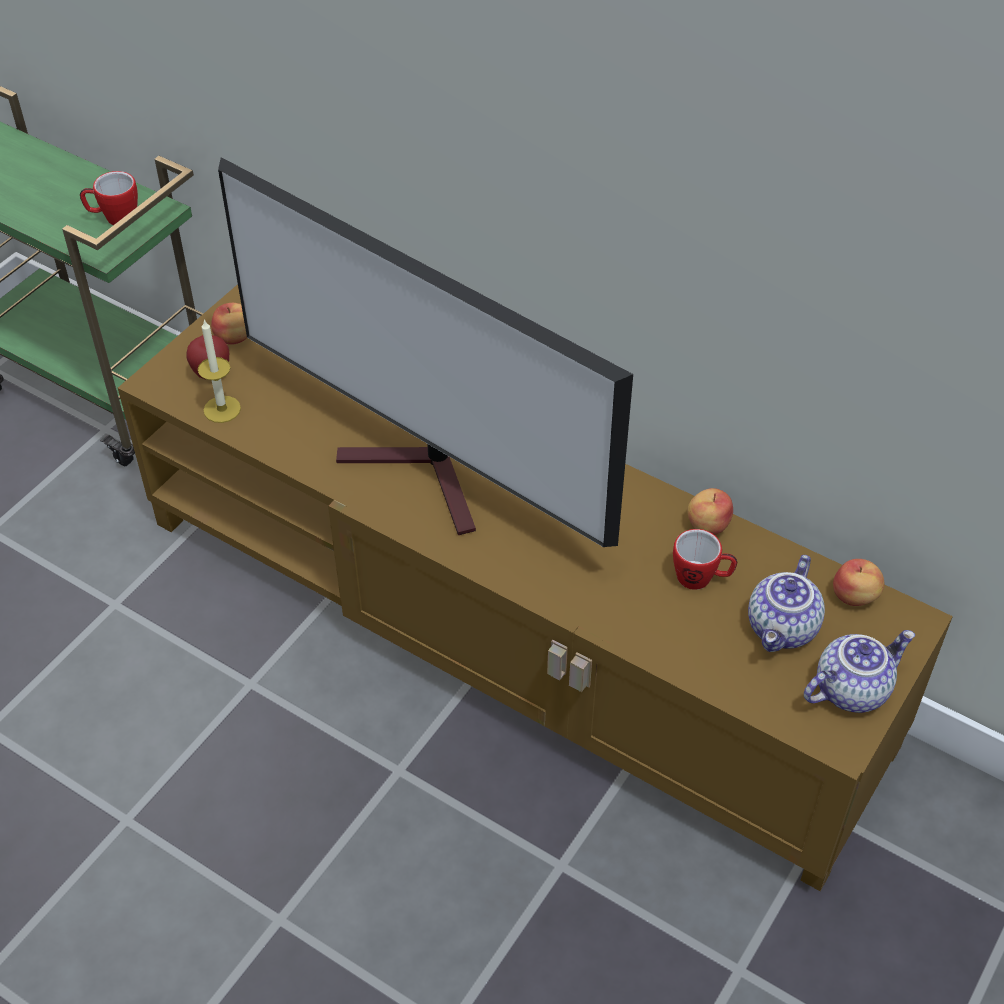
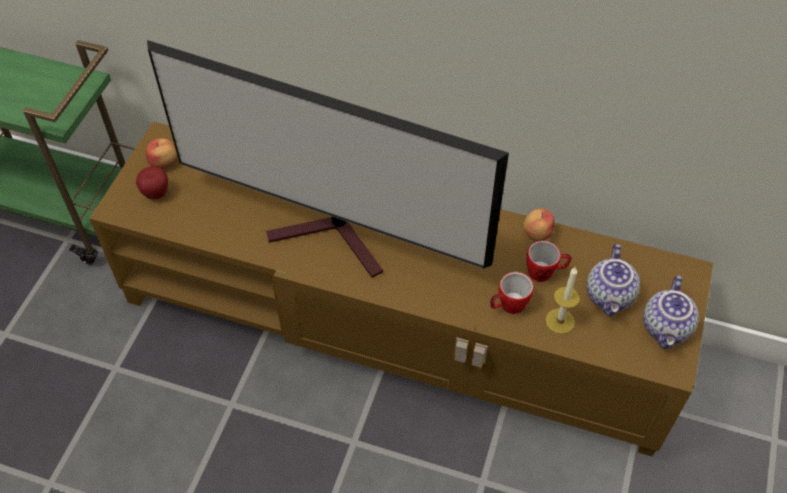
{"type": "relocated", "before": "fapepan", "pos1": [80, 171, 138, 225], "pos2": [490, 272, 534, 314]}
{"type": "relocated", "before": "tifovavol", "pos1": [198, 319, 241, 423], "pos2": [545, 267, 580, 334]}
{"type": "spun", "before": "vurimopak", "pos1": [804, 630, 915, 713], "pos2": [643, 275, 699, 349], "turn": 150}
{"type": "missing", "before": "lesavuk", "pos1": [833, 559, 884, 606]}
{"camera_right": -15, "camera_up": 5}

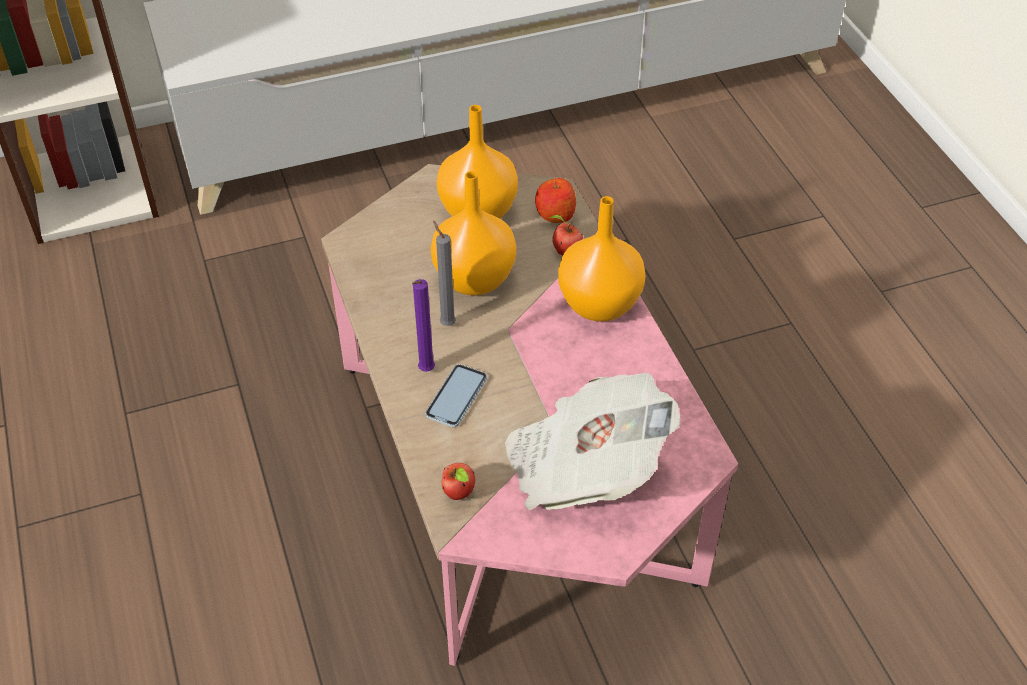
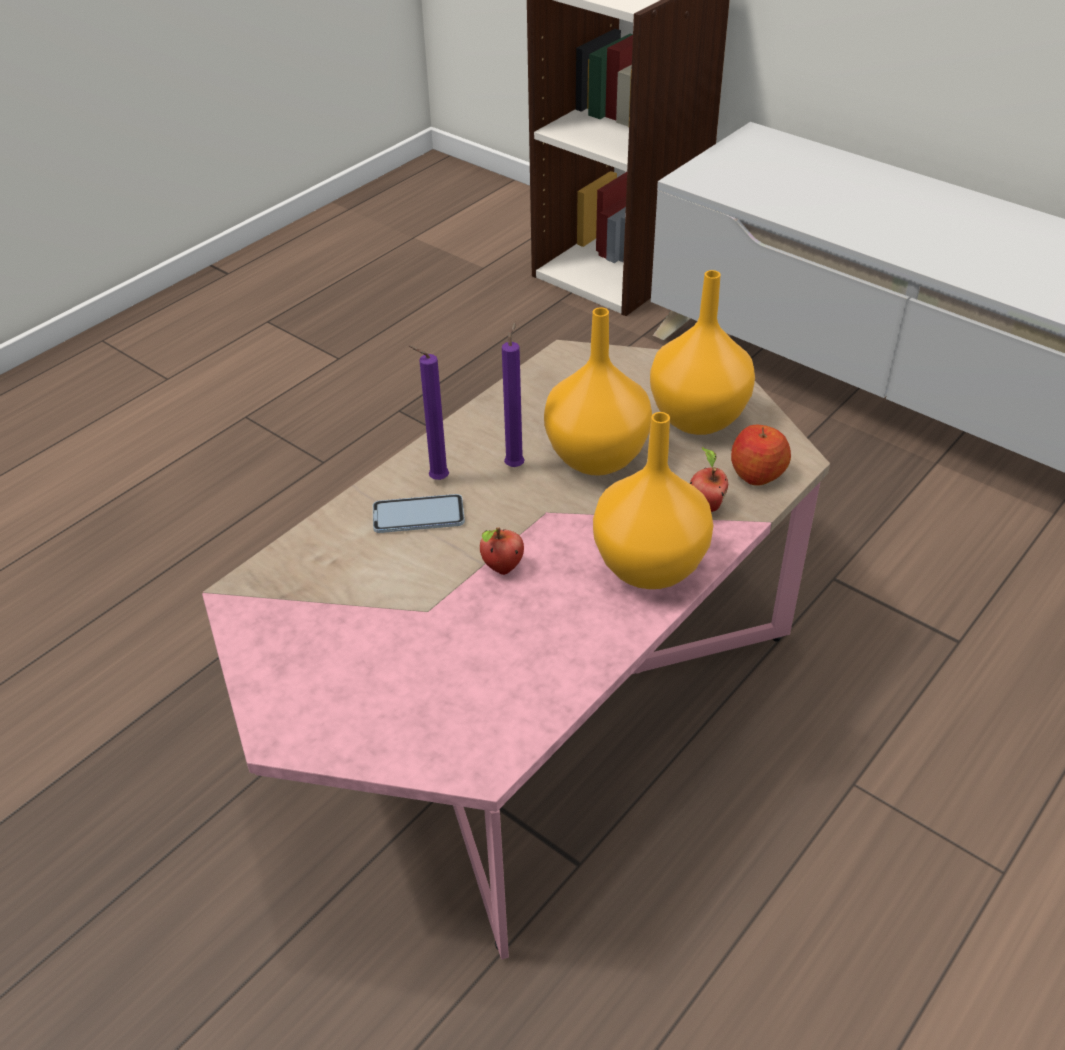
{"type": "relocated", "before": "lesavuk", "pos1": [442, 463, 475, 500], "pos2": [480, 527, 524, 575]}
{"type": "colour", "before": "grey_tifovavol", "after": "purple_tifovavol", "pos1": [433, 220, 456, 326], "pos2": [502, 322, 525, 467]}
{"type": "missing", "before": "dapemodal", "pos1": [505, 373, 680, 510]}
{"camera_right": 60, "camera_up": -5}

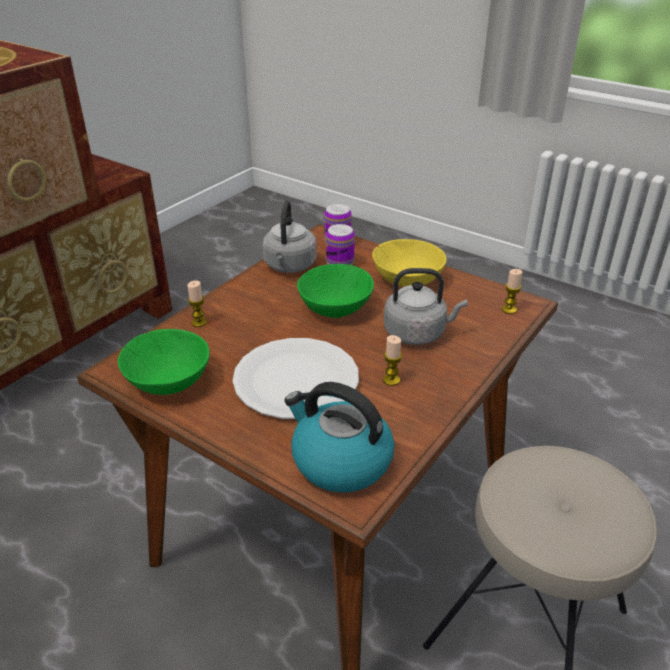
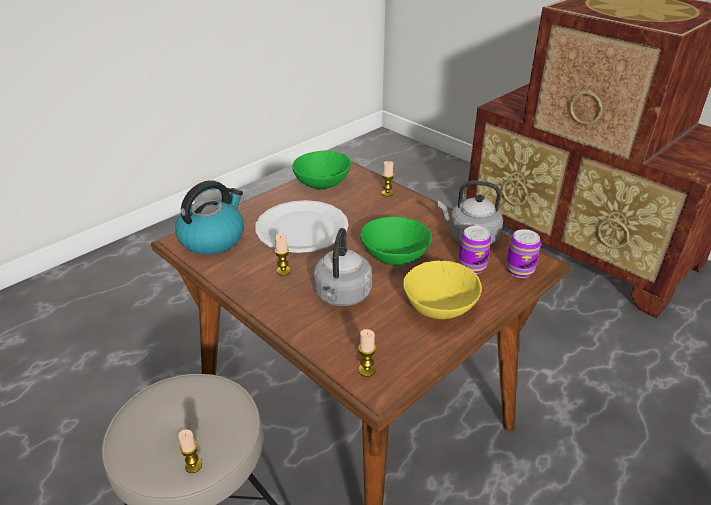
{"type": "appeared", "after": "tifovavol", "pos2": [178, 429, 202, 473]}
{"camera_right": 100, "camera_up": 0}

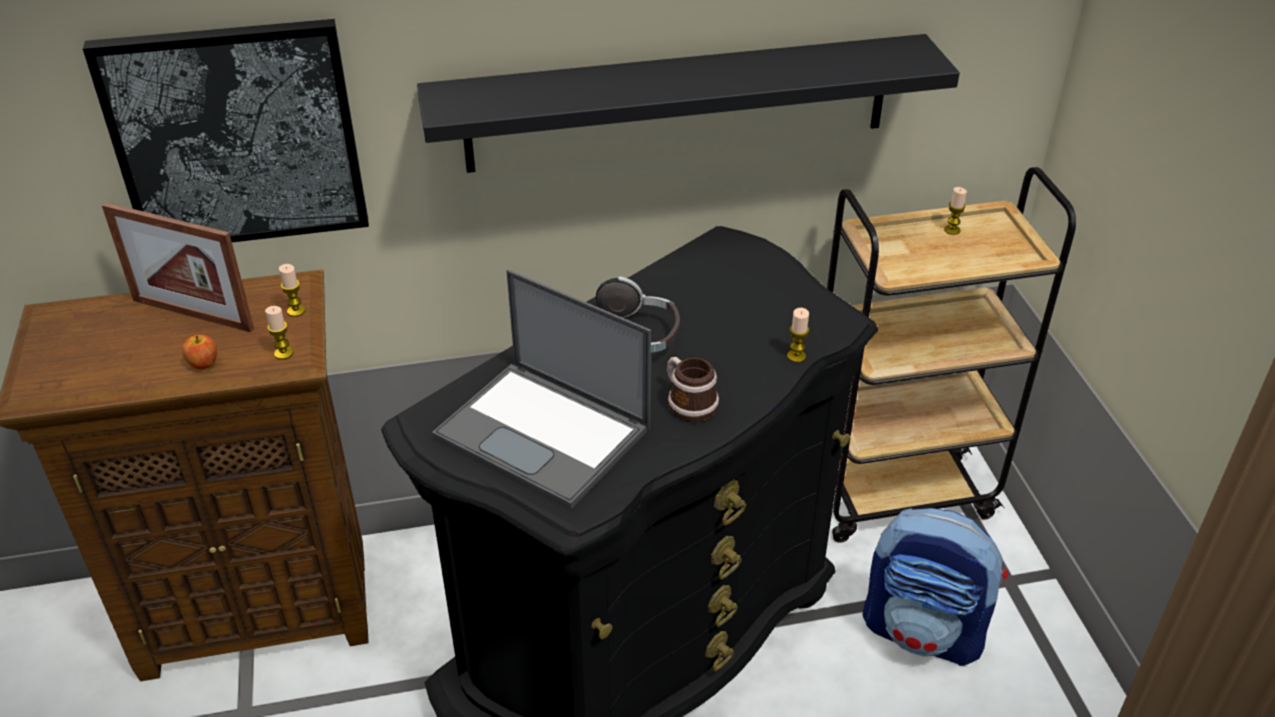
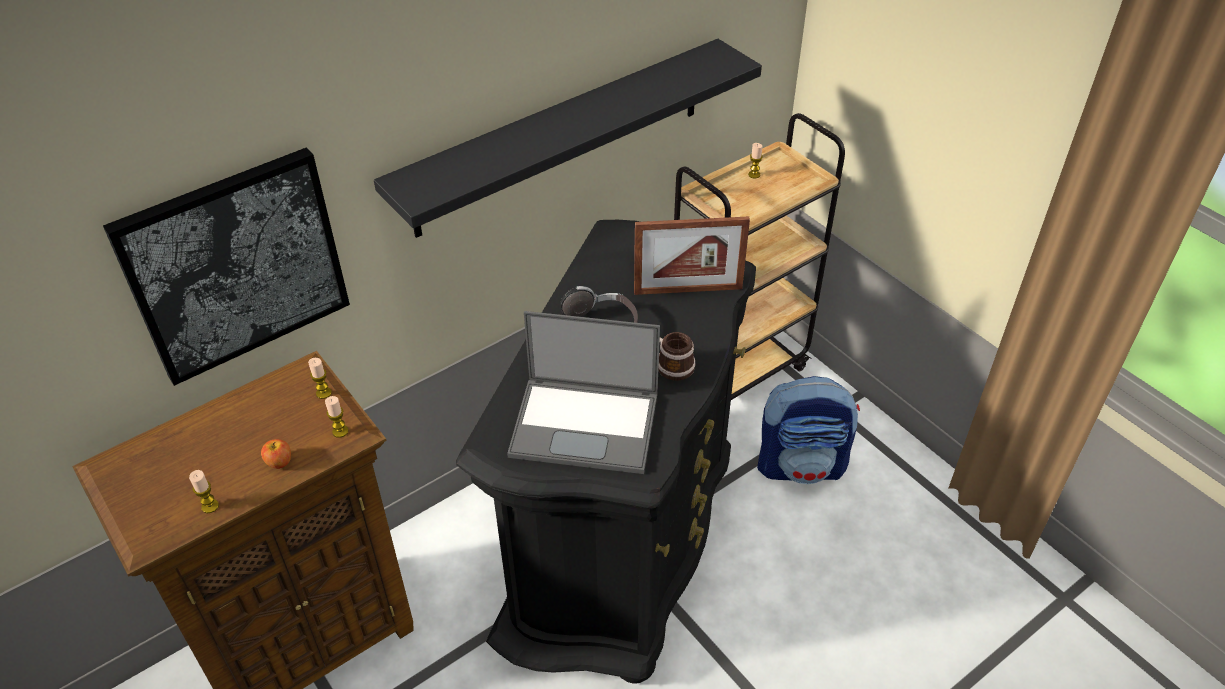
{"type": "relocated", "before": "tifovavol", "pos1": [787, 308, 809, 363], "pos2": [189, 470, 219, 513]}
{"type": "relocated", "before": "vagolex", "pos1": [102, 202, 254, 332], "pos2": [634, 216, 750, 295]}
{"camera_right": -25, "camera_up": 5}

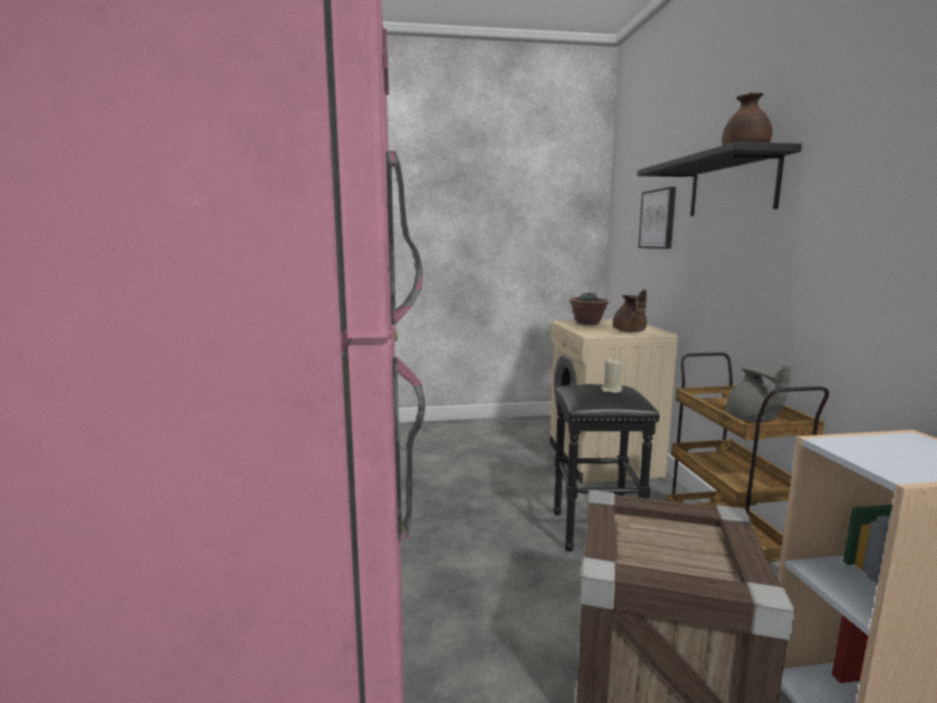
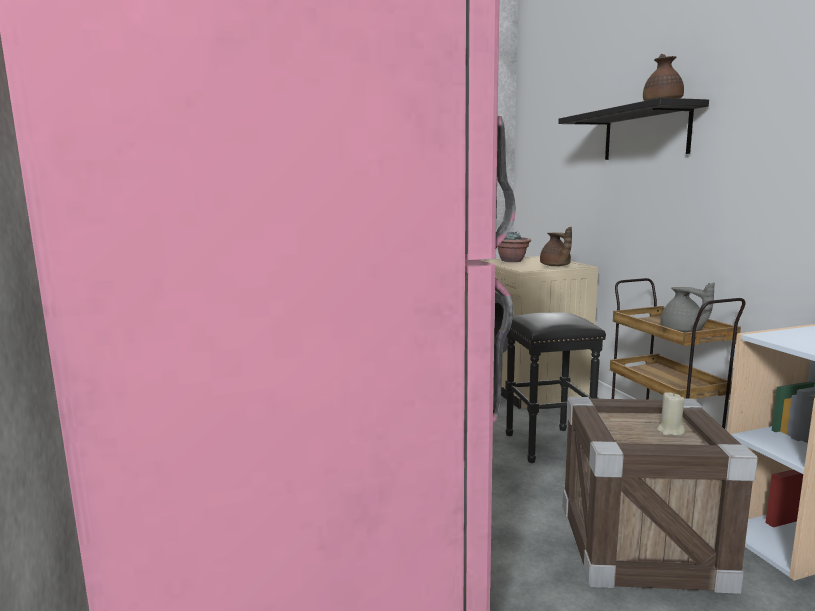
{"type": "relocated", "before": "beige_tifovavol", "pos1": [601, 358, 622, 393], "pos2": [657, 392, 685, 436]}
{"type": "missing", "before": "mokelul", "pos1": [638, 187, 676, 249]}
{"camera_right": -10, "camera_up": 0}

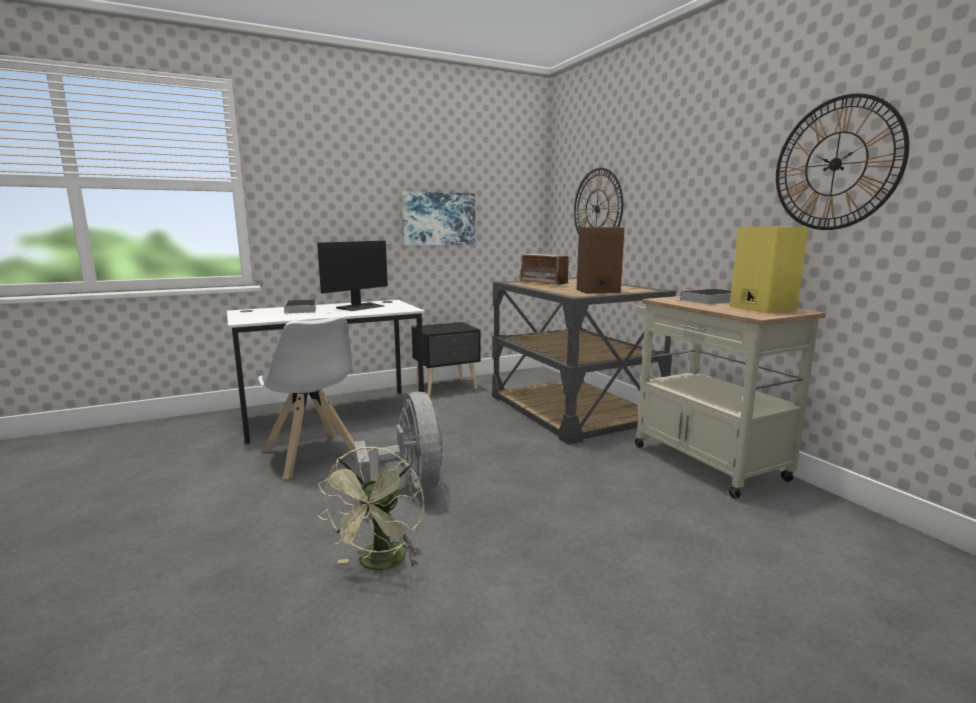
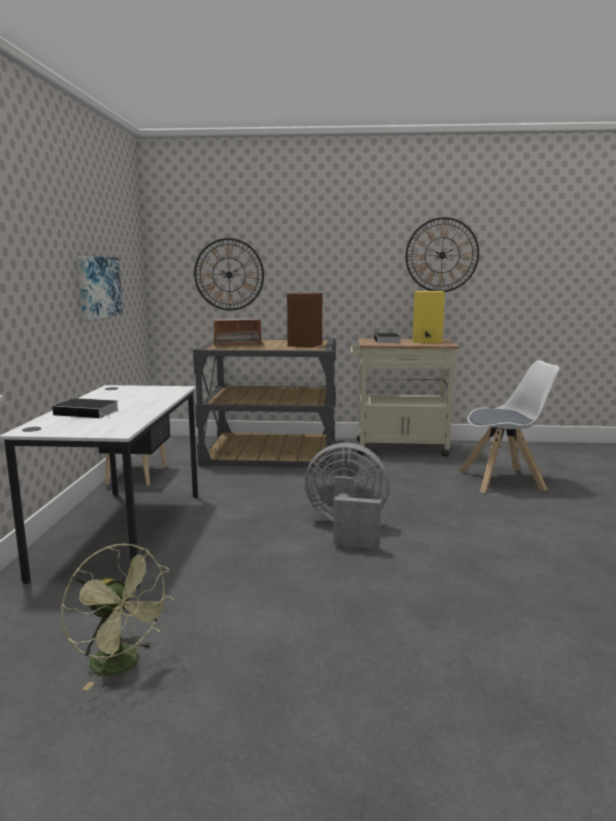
{"type": "relocated", "before": "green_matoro", "pos1": [317, 446, 424, 571], "pos2": [61, 544, 173, 690]}
{"type": "relocated", "before": "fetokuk", "pos1": [258, 316, 355, 479], "pos2": [458, 360, 560, 493]}
{"type": "missing", "before": "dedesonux", "pos1": [317, 241, 388, 311]}
{"camera_right": -60, "camera_up": 0}

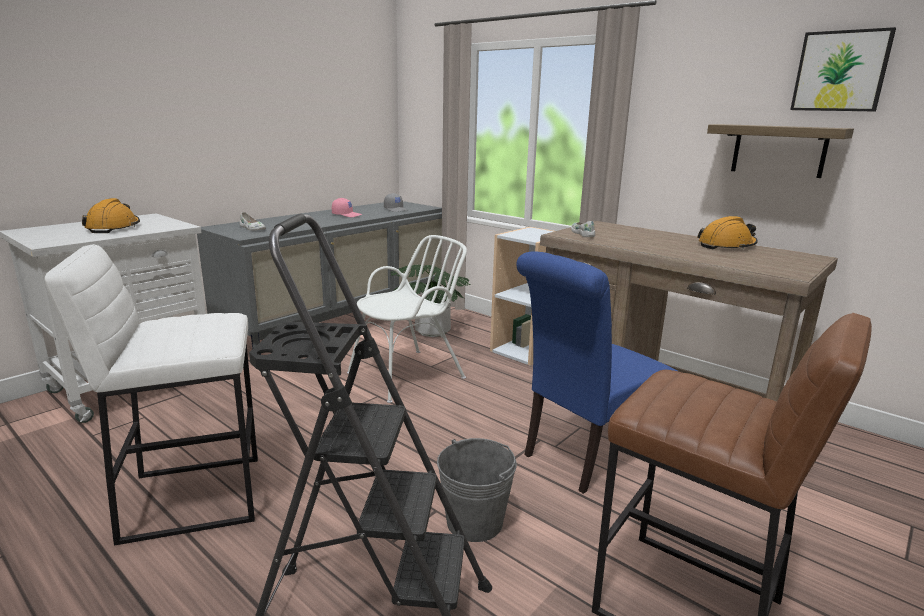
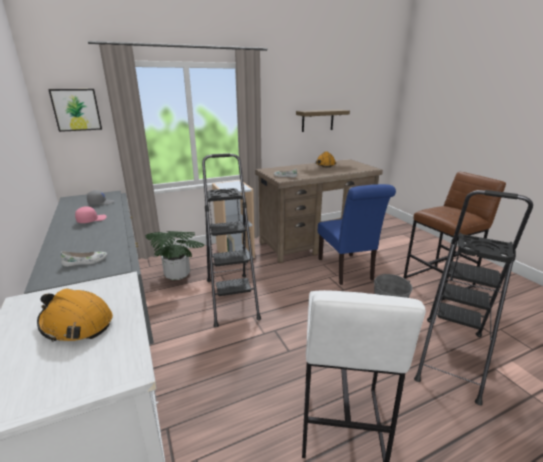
{"type": "relocated", "before": "mokelul", "pos1": [790, 27, 896, 111], "pos2": [48, 89, 102, 132]}
{"type": "exchanged", "before": "white_fetokuk", "after": "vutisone", "pos1": [347, 235, 467, 403], "pos2": [202, 153, 261, 327]}
{"camera_right": -65, "camera_up": 5}

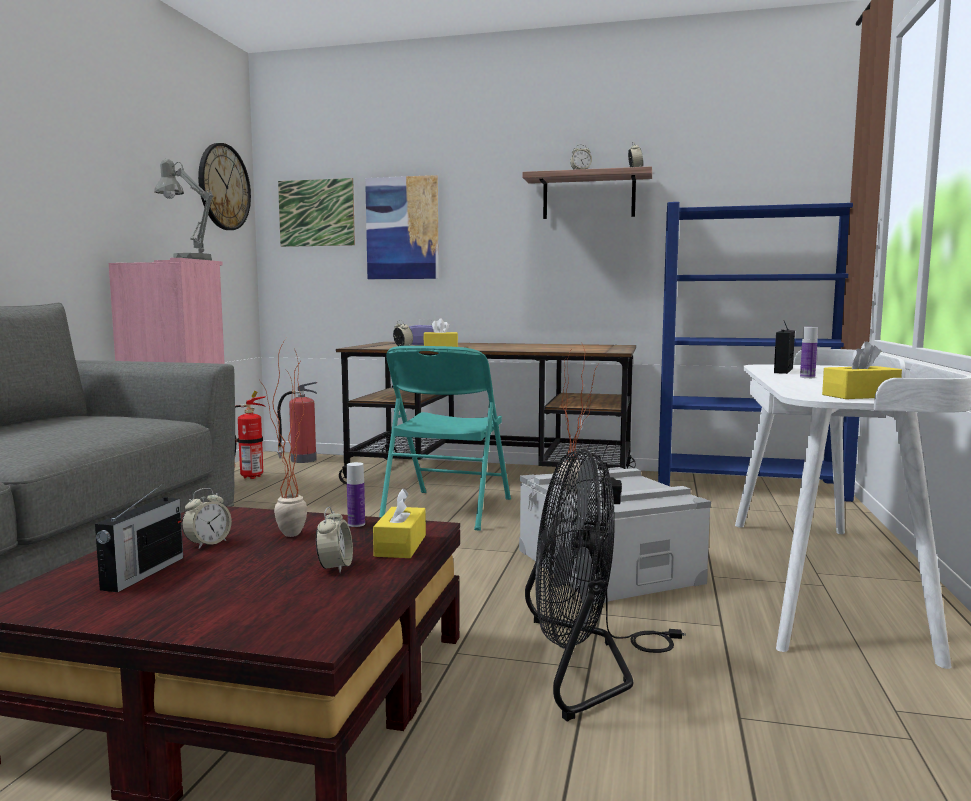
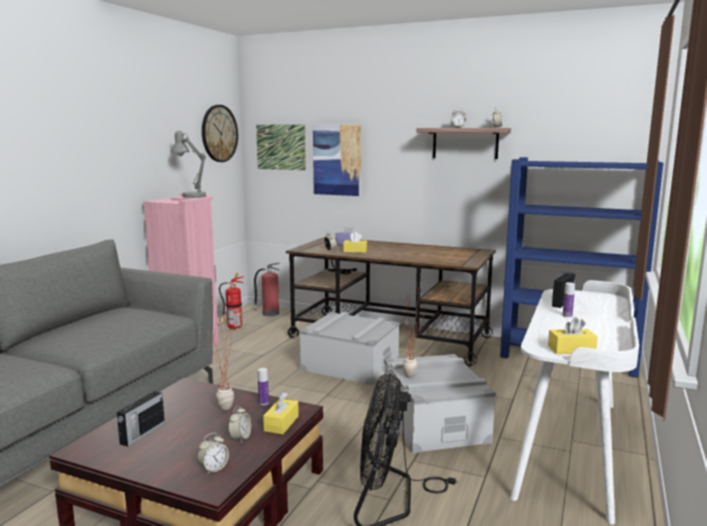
{"type": "relocated", "before": "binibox", "pos1": [182, 488, 232, 549], "pos2": [197, 433, 229, 475]}
{"type": "exchanged", "before": "turquoise_fetokuk", "after": "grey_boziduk", "pos1": [379, 346, 511, 531], "pos2": [299, 312, 399, 385]}
{"camera_right": 10, "camera_up": 5}

